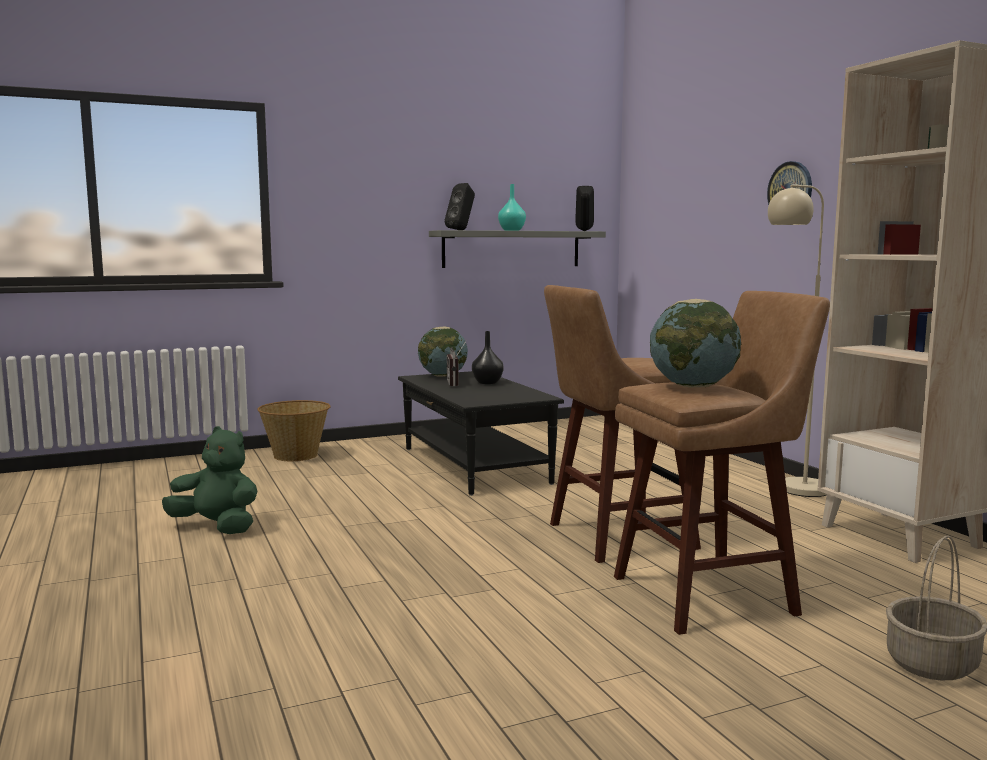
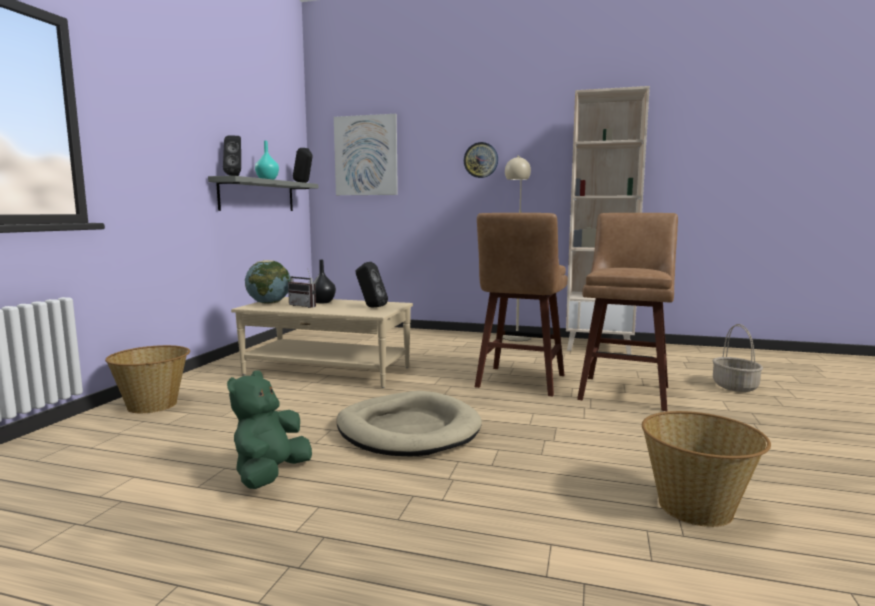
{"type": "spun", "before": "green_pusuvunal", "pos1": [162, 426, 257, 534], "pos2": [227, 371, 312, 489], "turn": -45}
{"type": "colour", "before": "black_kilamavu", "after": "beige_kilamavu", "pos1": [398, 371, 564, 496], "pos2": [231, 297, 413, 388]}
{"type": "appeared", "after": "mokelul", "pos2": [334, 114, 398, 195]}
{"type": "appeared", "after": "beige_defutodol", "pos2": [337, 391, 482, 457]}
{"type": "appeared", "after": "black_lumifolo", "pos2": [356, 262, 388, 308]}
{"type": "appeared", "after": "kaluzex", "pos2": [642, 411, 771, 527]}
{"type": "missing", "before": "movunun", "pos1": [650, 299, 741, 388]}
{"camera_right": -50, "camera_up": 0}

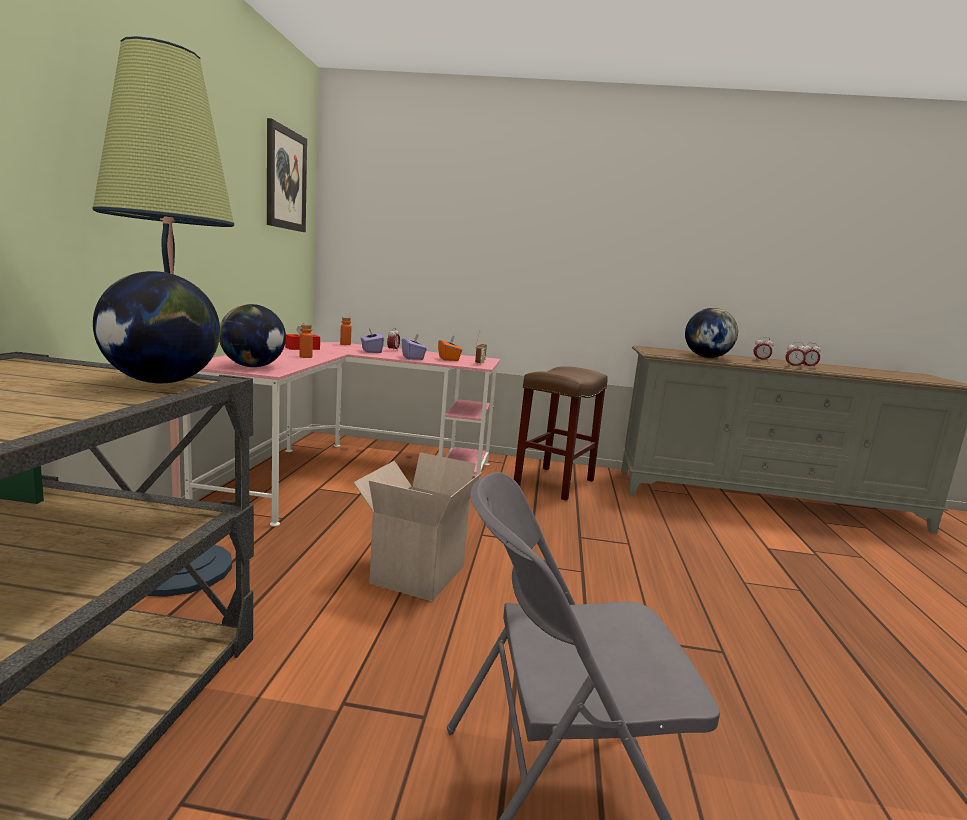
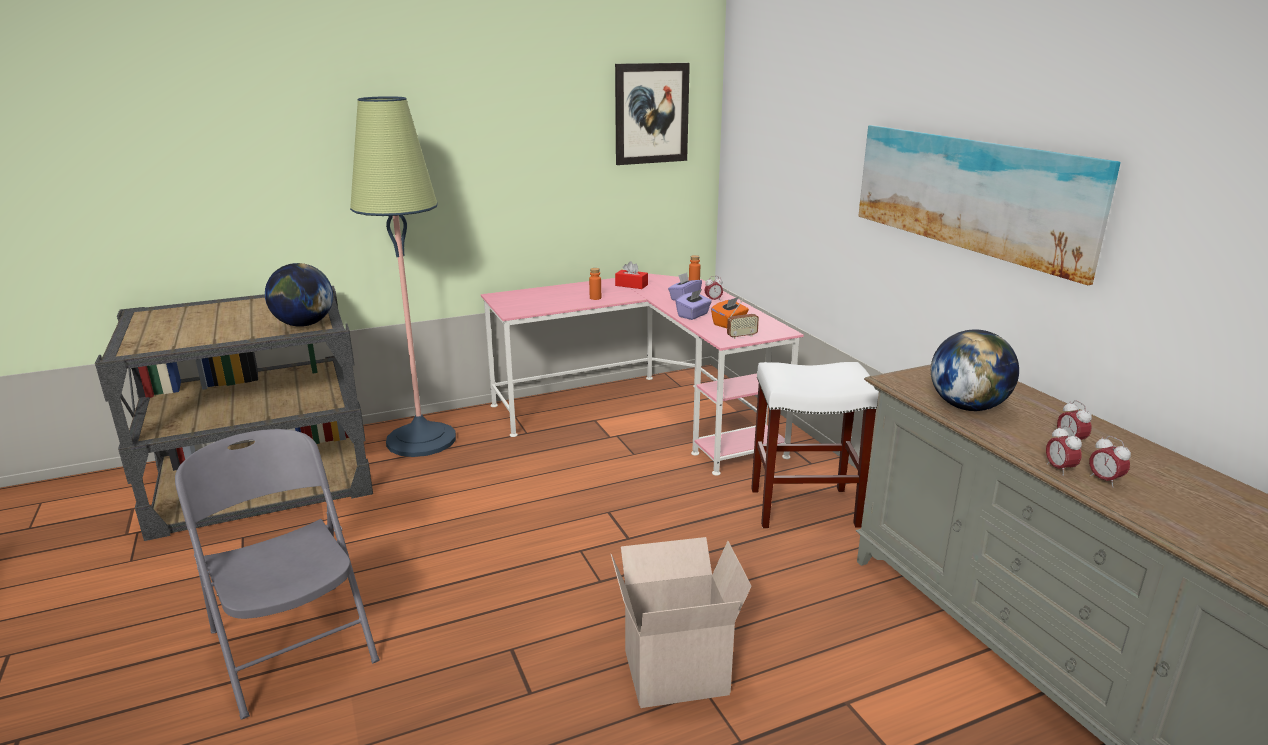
{"type": "relocated", "before": "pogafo", "pos1": [353, 452, 482, 601], "pos2": [611, 537, 752, 708]}
{"type": "colour", "before": "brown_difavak", "after": "white_difavak", "pos1": [514, 366, 608, 501], "pos2": [751, 362, 879, 528]}
{"type": "appeared", "after": "mokelul", "pos2": [859, 125, 1121, 285]}
{"type": "missing", "before": "movunun", "pos1": [219, 304, 286, 367]}
{"camera_right": 60, "camera_up": 10}

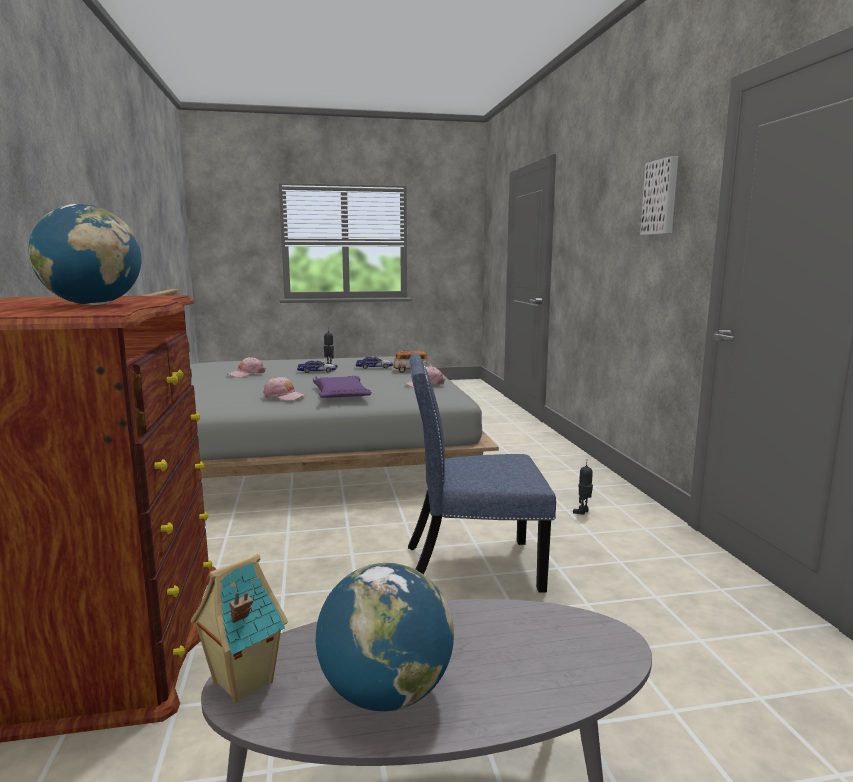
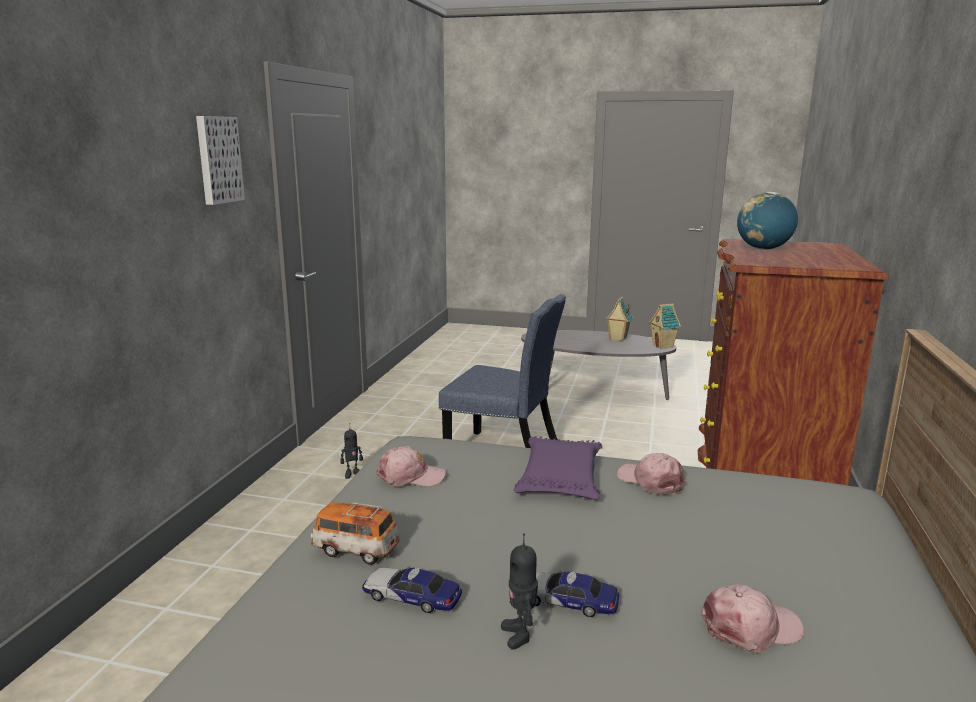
{"type": "exchanged", "before": "movunun", "after": "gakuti", "pos1": [316, 563, 454, 711], "pos2": [605, 296, 633, 342]}
{"camera_right": -155, "camera_up": 5}

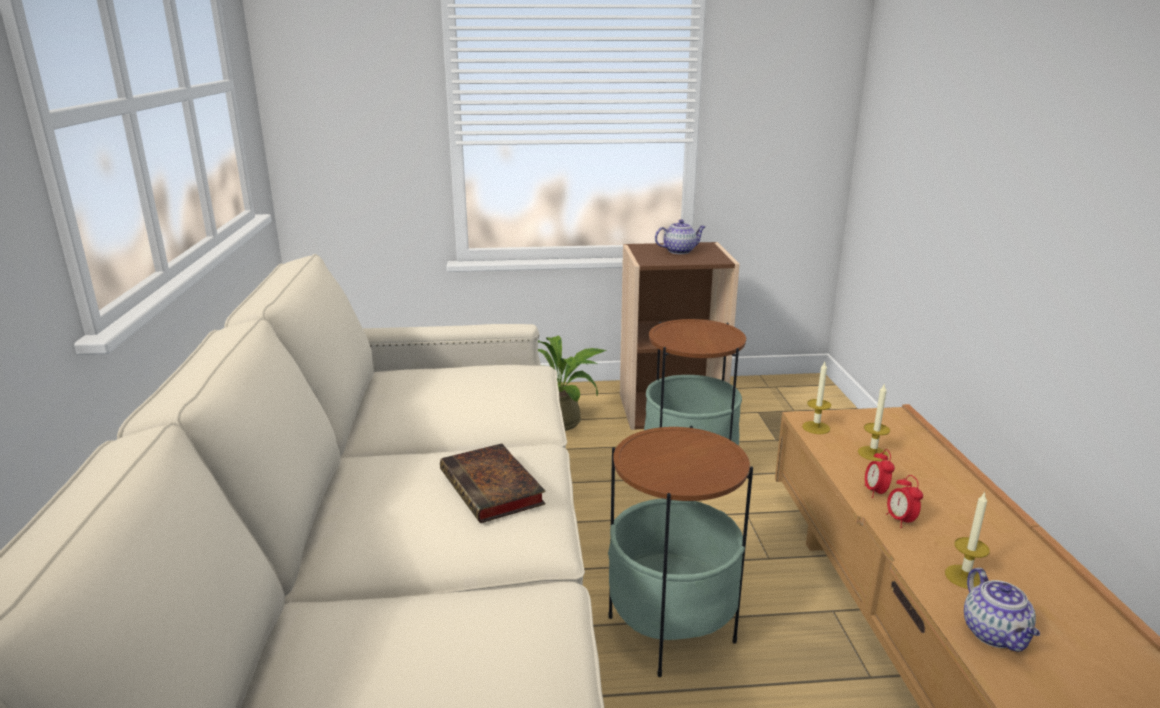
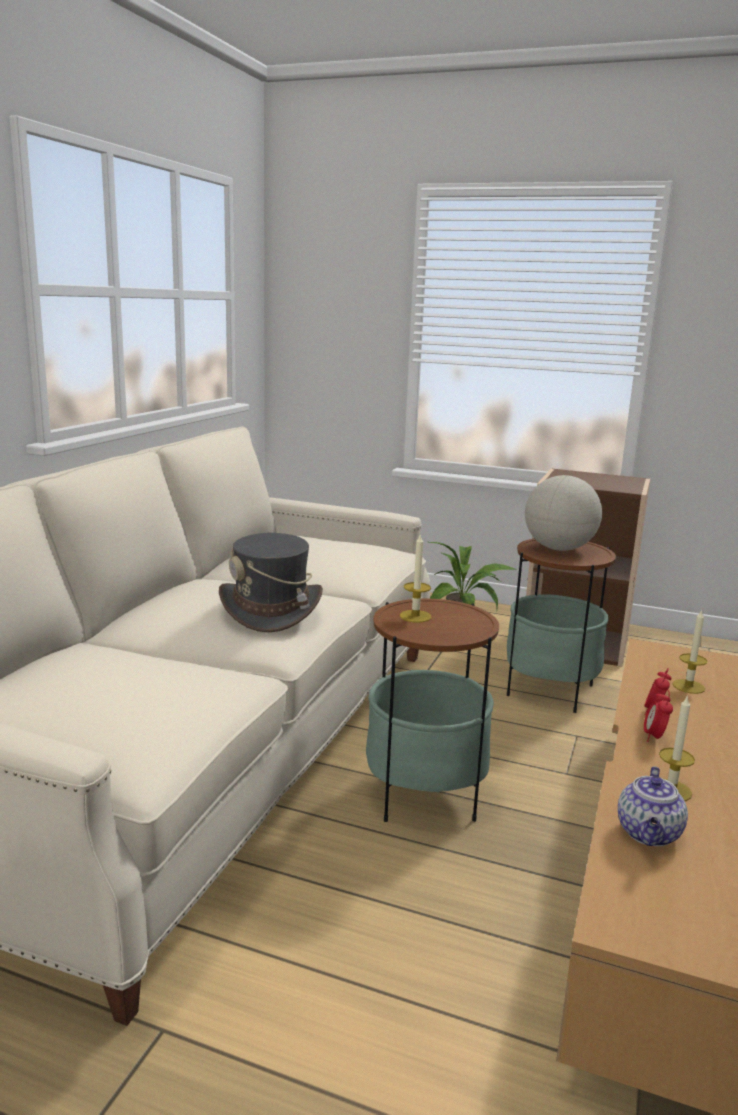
{"type": "exchanged", "before": "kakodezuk", "after": "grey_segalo", "pos1": [440, 444, 546, 523], "pos2": [219, 533, 323, 632]}
{"type": "relocated", "before": "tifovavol", "pos1": [802, 362, 831, 434], "pos2": [400, 533, 431, 623]}
{"type": "appeared", "after": "movunun", "pos2": [525, 475, 602, 551]}
{"type": "missing", "before": "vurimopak", "pos1": [655, 219, 706, 254]}
{"camera_right": 25, "camera_up": -5}

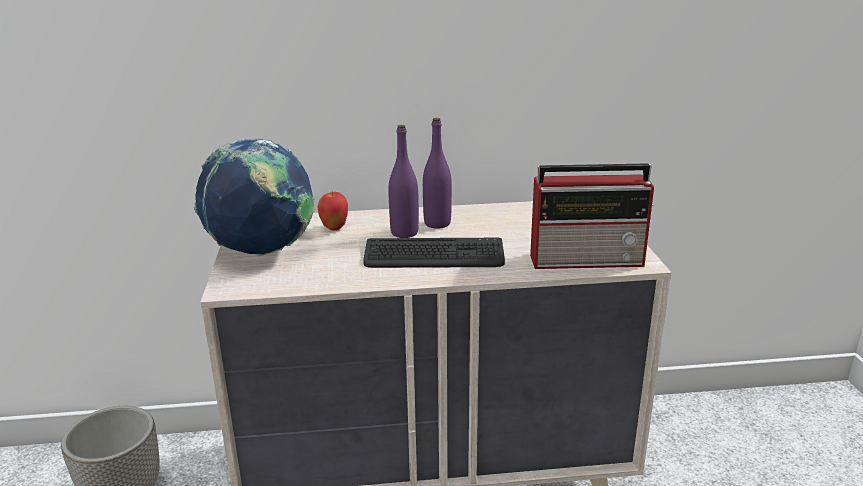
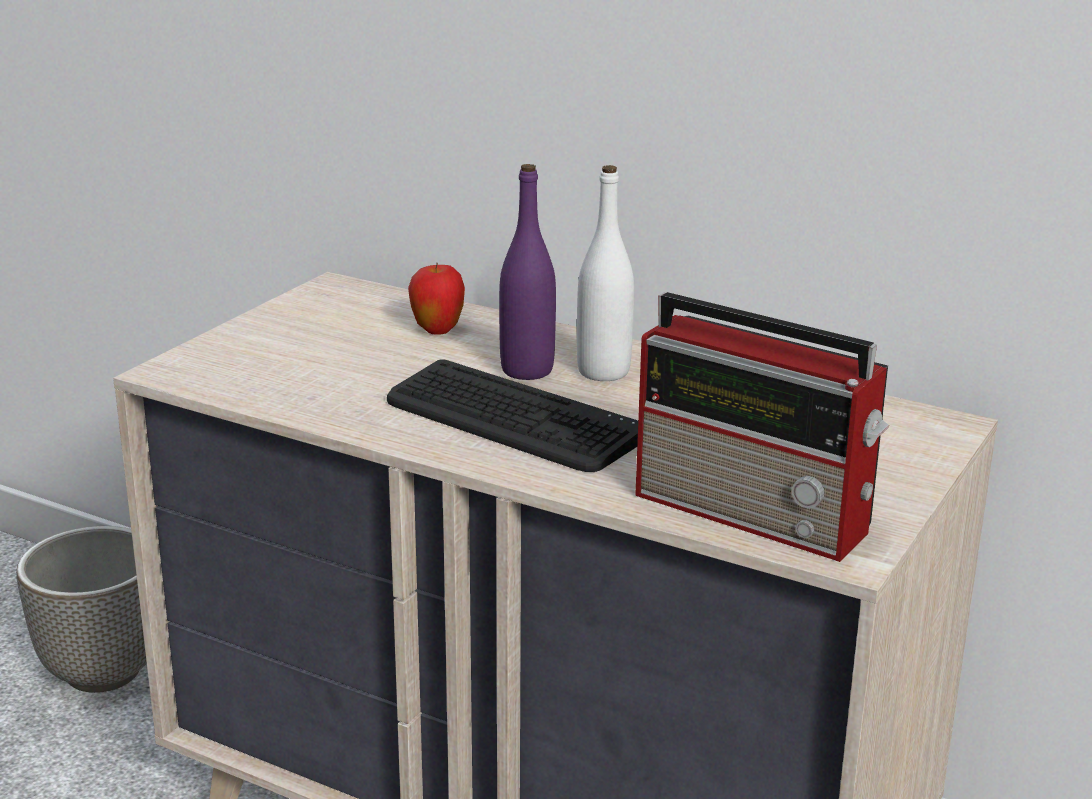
{"type": "colour", "before": "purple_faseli", "after": "white_faseli", "pos1": [423, 118, 452, 229], "pos2": [577, 165, 634, 381]}
{"type": "missing", "before": "movunun", "pos1": [194, 138, 314, 256]}
{"camera_right": 35, "camera_up": 0}

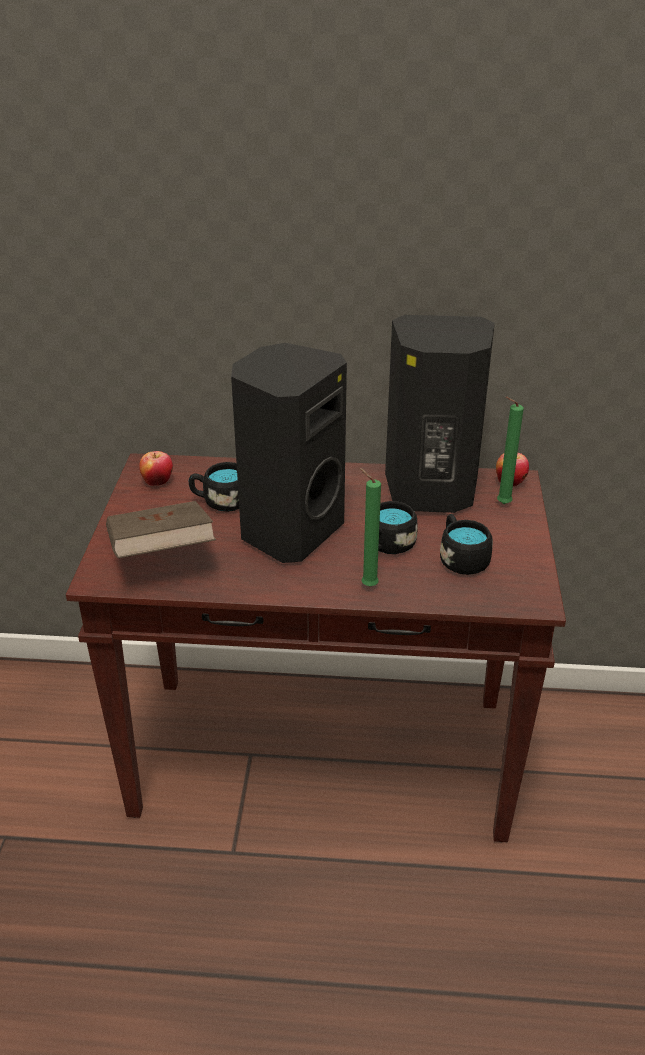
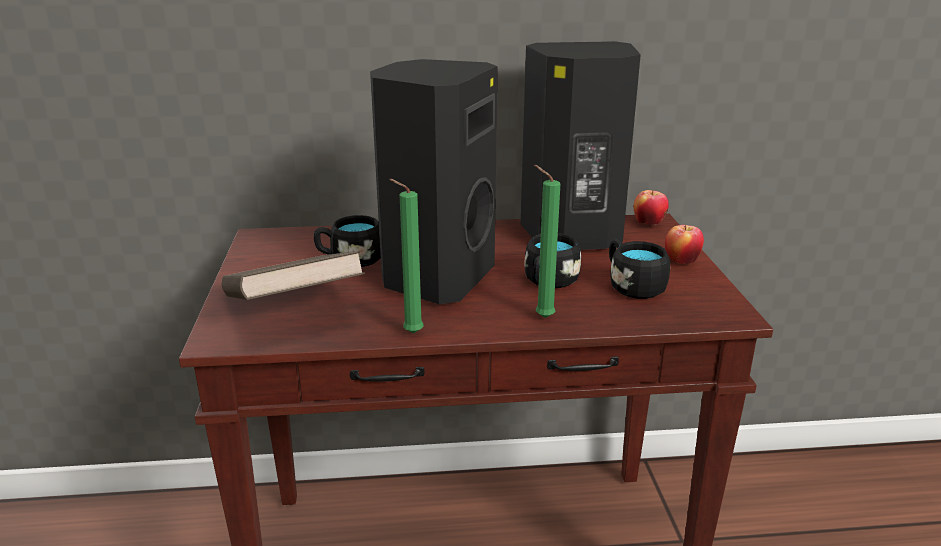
{"type": "relocated", "before": "green_tifovavol", "pos1": [497, 397, 524, 504], "pos2": [389, 179, 423, 334]}
{"type": "relocated", "before": "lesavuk", "pos1": [139, 451, 173, 486], "pos2": [665, 225, 704, 264]}
{"camera_right": -10, "camera_up": -10}

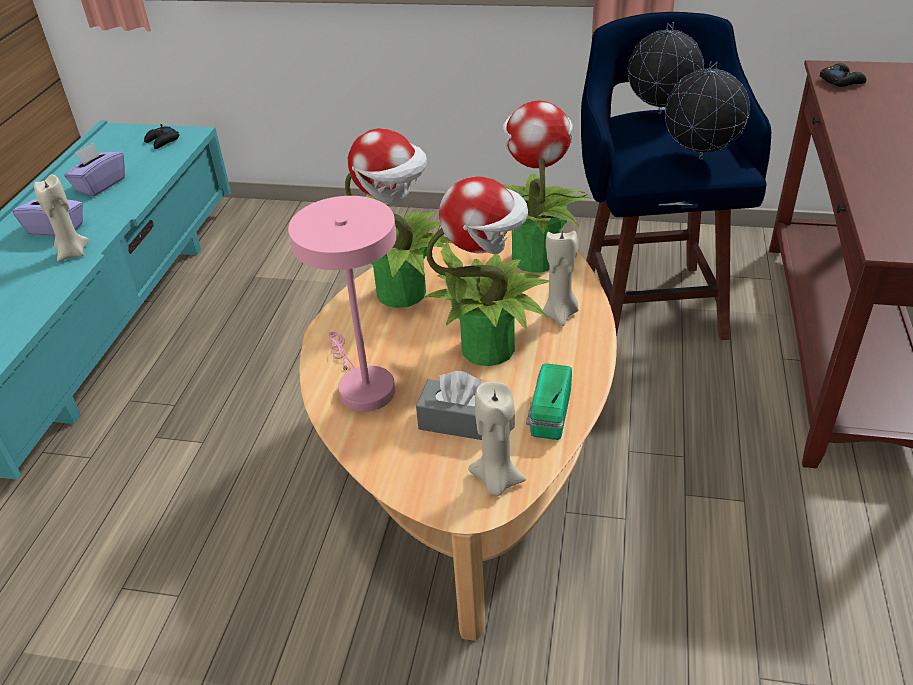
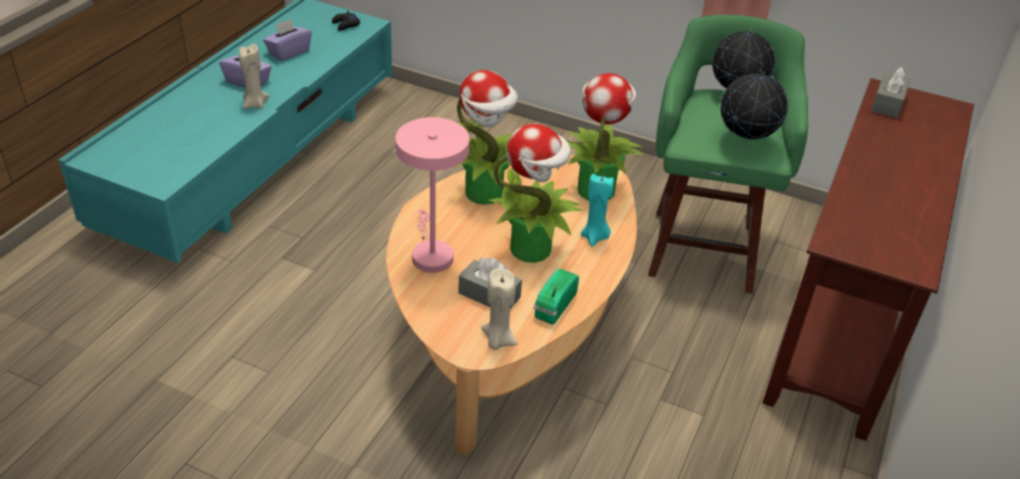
{"type": "colour", "before": "beige_tifovavol", "after": "turquoise_tifovavol", "pos1": [542, 231, 578, 327], "pos2": [581, 174, 614, 247]}
{"type": "colour", "before": "blue_difavak", "after": "green_difavak", "pos1": [581, 12, 771, 340], "pos2": [648, 15, 808, 293]}
{"type": "exchanged", "before": "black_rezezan", "after": "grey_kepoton", "pos1": [820, 63, 867, 87], "pos2": [871, 66, 911, 118]}
{"camera_right": 10, "camera_up": 0}

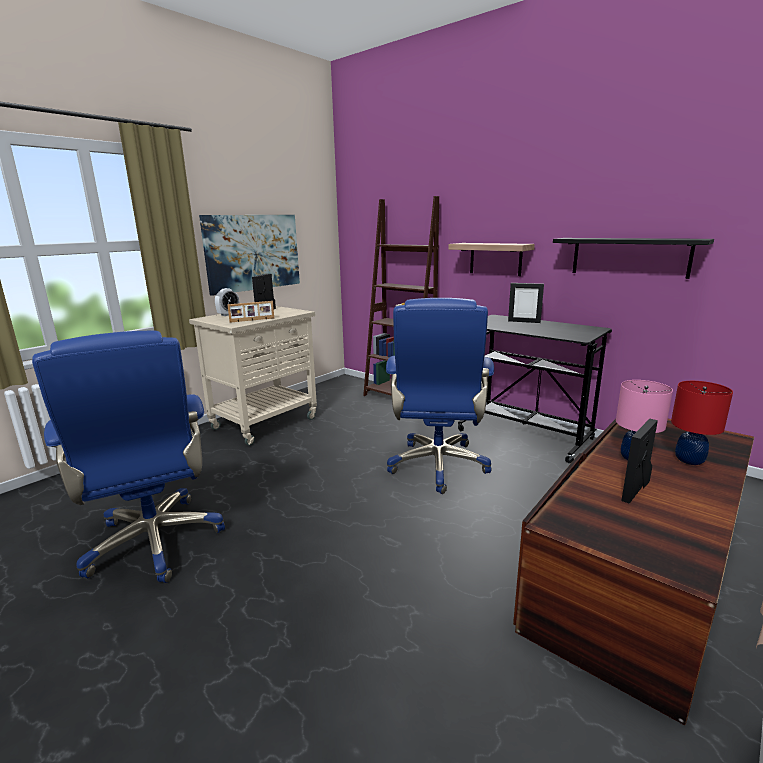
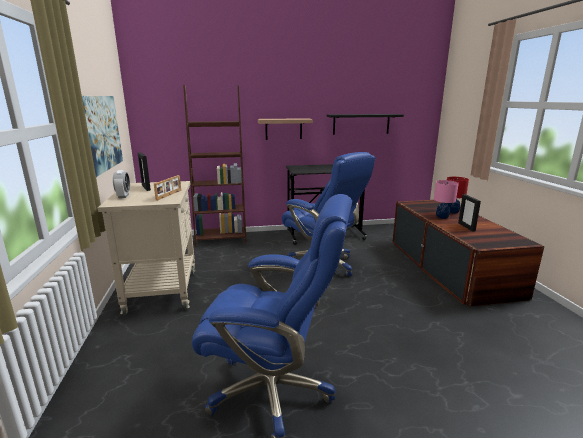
{"type": "missing", "before": "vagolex", "pos1": [508, 283, 544, 323]}
{"camera_right": -50, "camera_up": 0}

